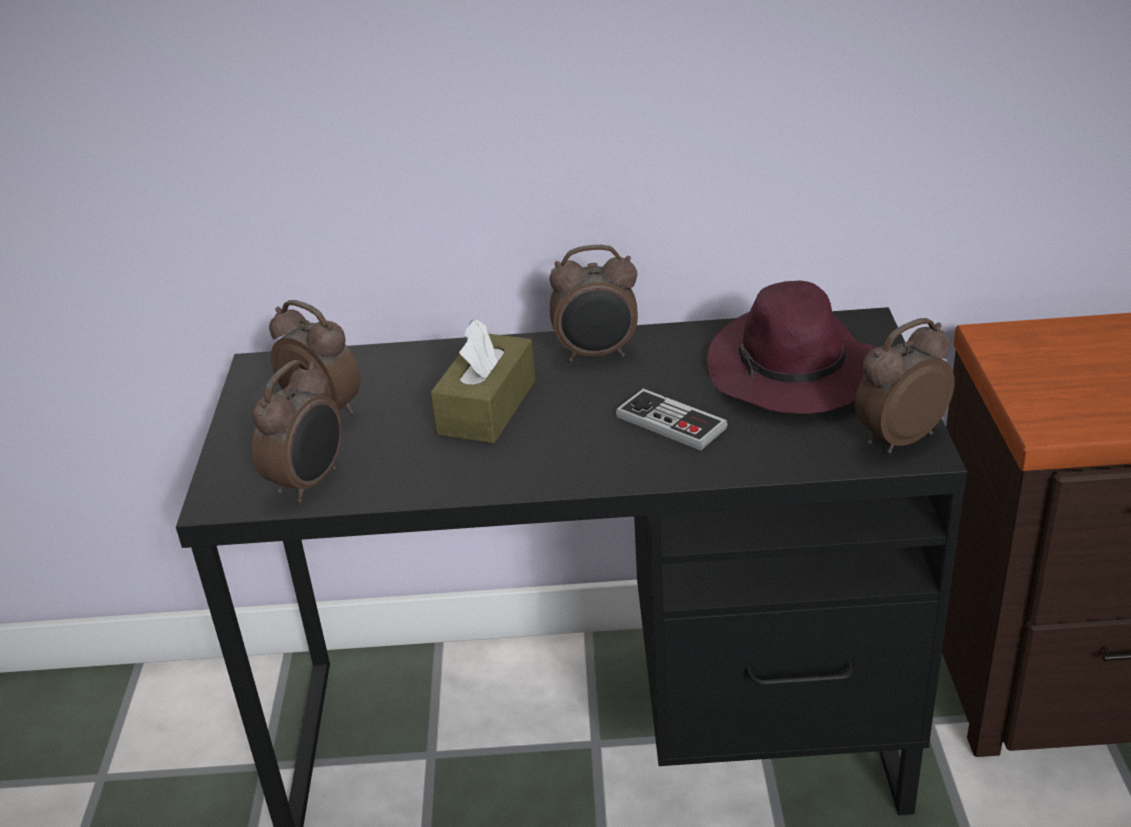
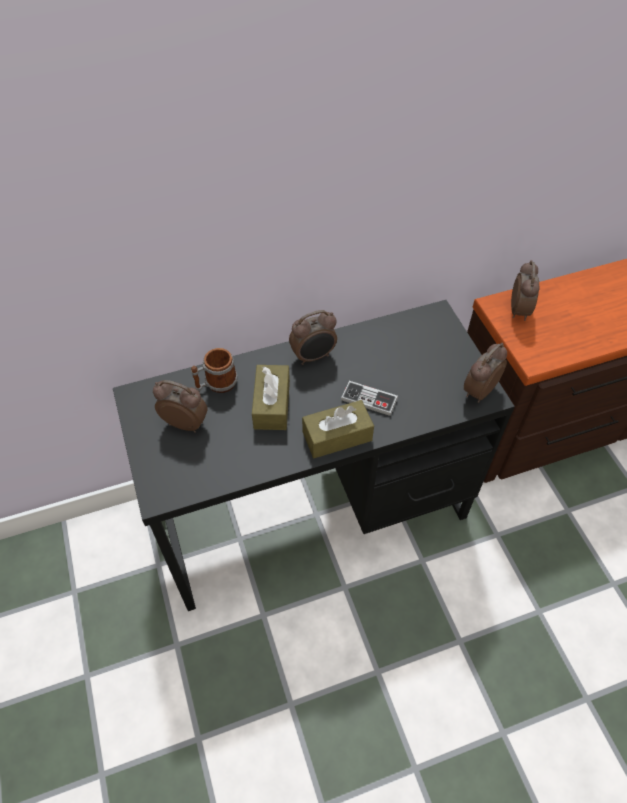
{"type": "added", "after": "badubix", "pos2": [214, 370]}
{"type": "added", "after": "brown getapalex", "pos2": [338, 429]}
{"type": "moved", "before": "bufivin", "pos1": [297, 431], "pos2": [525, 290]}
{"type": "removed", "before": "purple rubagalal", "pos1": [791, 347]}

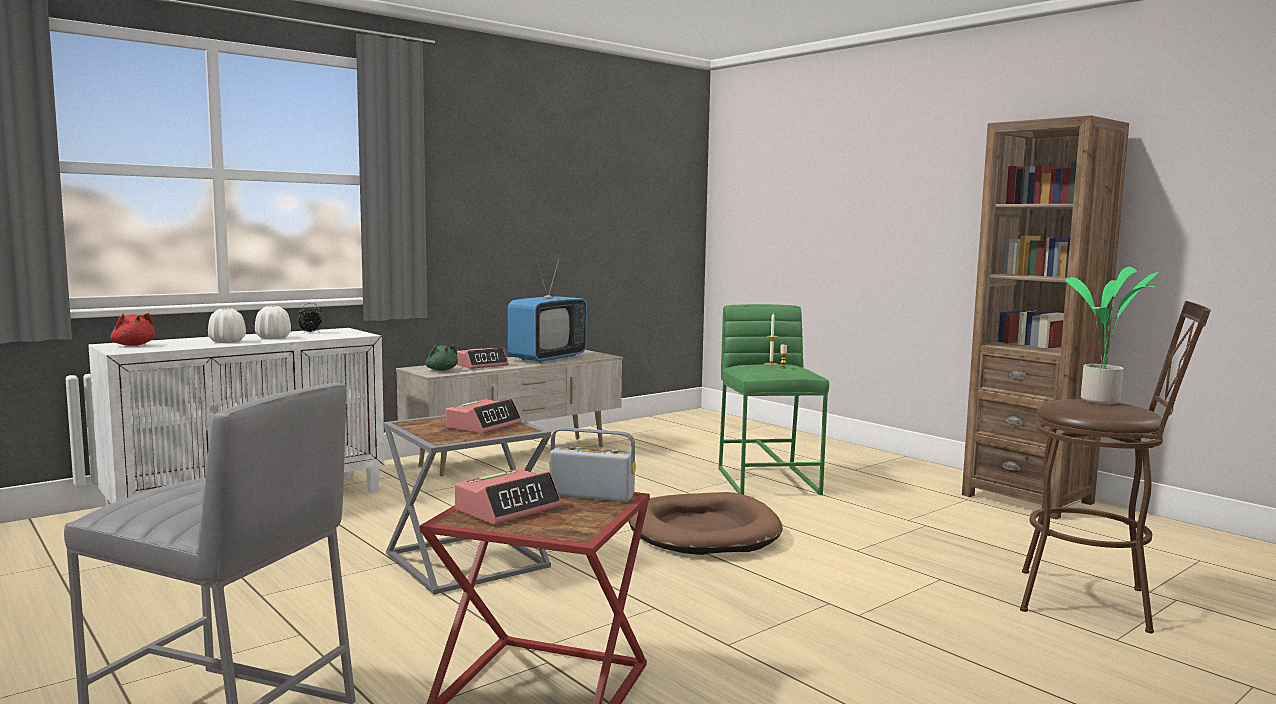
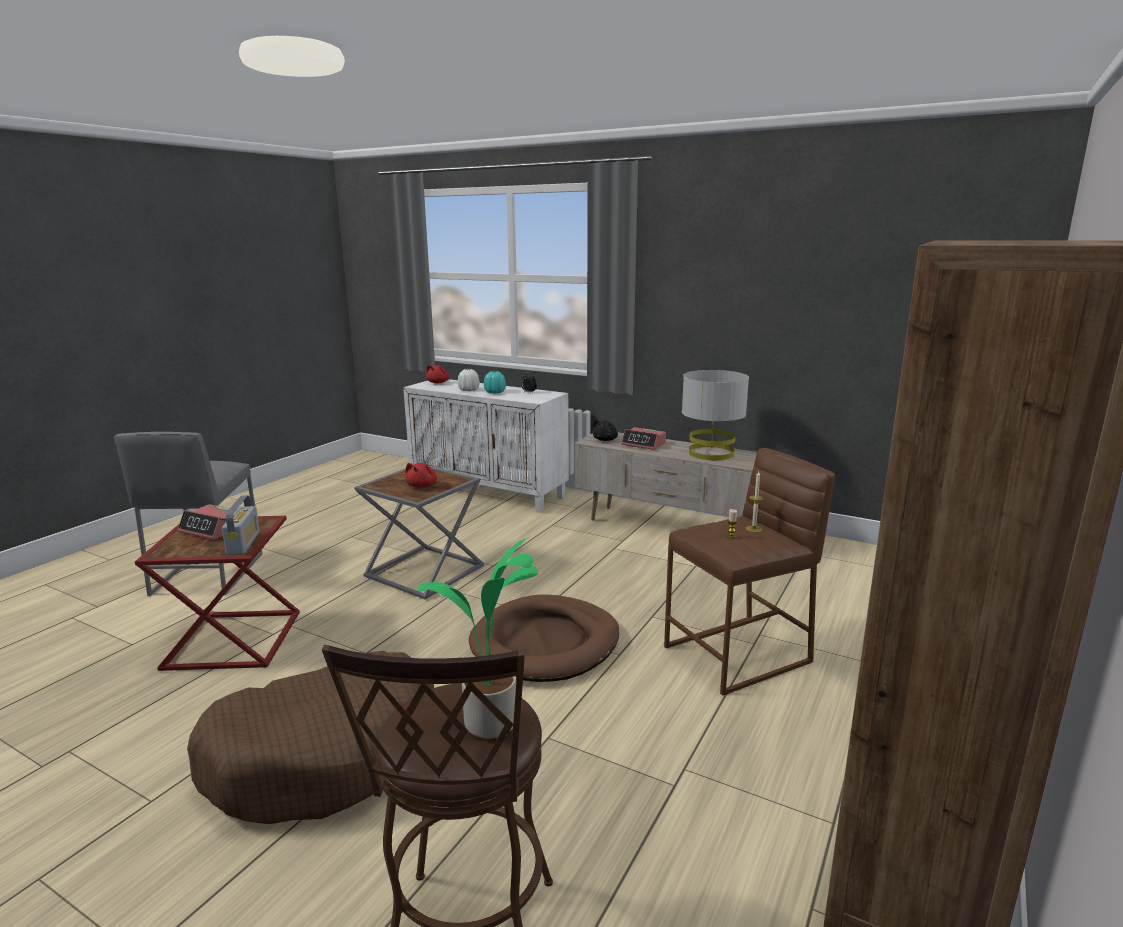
{"type": "added", "after": "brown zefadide", "pos2": [310, 737]}
{"type": "replaced", "before": "bufivin", "after": "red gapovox", "pos1": [484, 416], "pos2": [421, 475]}
{"type": "recoloured", "before": "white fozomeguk", "after": "turquoise fozomeguk", "pos1": [273, 322], "pos2": [495, 382]}
{"type": "recoloured", "before": "green gapovox", "after": "black gapovox", "pos1": [442, 357], "pos2": [605, 430]}
{"type": "recoloured", "before": "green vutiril", "after": "brown vutiril", "pos1": [773, 399], "pos2": [749, 572]}
{"type": "replaced", "before": "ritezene", "after": "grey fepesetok", "pos1": [547, 310], "pos2": [715, 415]}

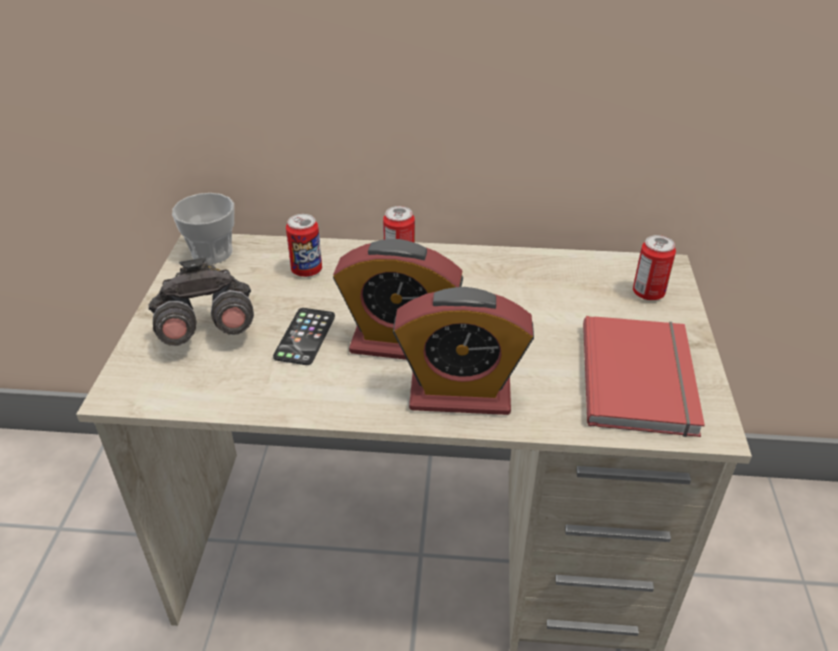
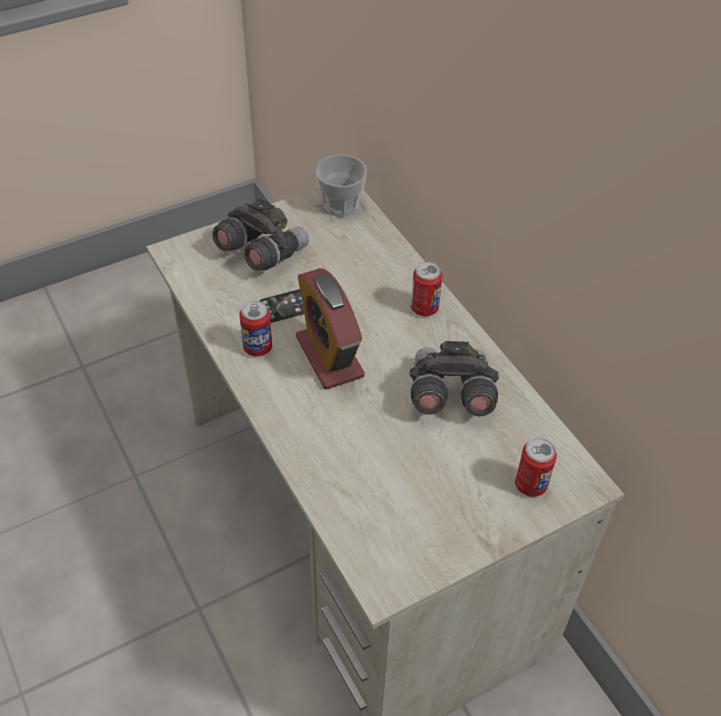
{"type": "moved", "before": "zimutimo", "pos1": [304, 245], "pos2": [255, 329]}
{"type": "added", "after": "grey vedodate", "pos2": [454, 378]}
{"type": "removed", "before": "bufivin", "pos1": [463, 351]}
{"type": "removed", "before": "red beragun", "pos1": [644, 376]}

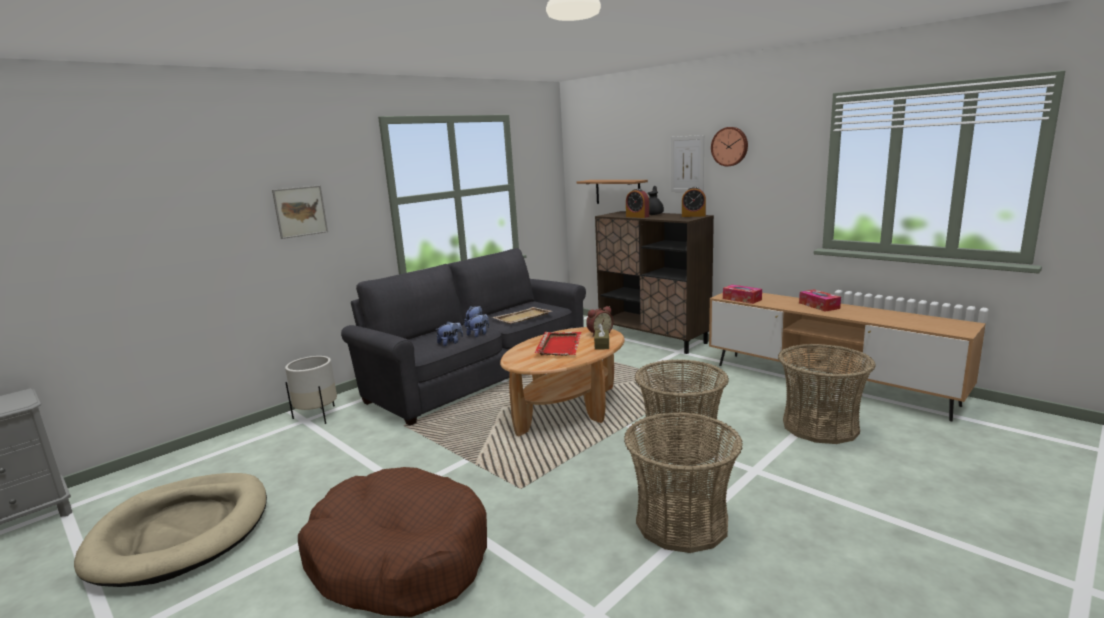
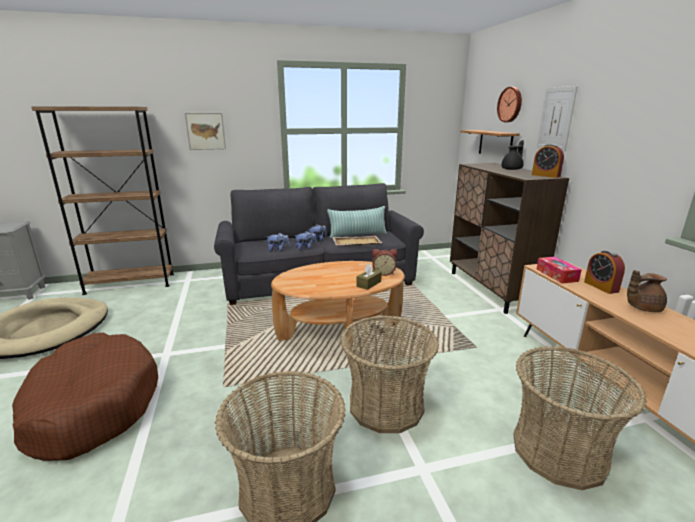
{"type": "added", "after": "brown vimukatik", "pos2": [103, 201]}
{"type": "added", "after": "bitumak", "pos2": [357, 222]}
{"type": "moved", "before": "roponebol", "pos1": [729, 146], "pos2": [509, 104]}
{"type": "moved", "before": "bufivin", "pos1": [637, 203], "pos2": [604, 272]}
{"type": "replaced", "before": "getapalex", "after": "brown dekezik", "pos1": [820, 300], "pos2": [647, 291]}
{"type": "removed", "before": "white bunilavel", "pos1": [311, 390]}
{"type": "removed", "before": "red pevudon", "pos1": [558, 344]}

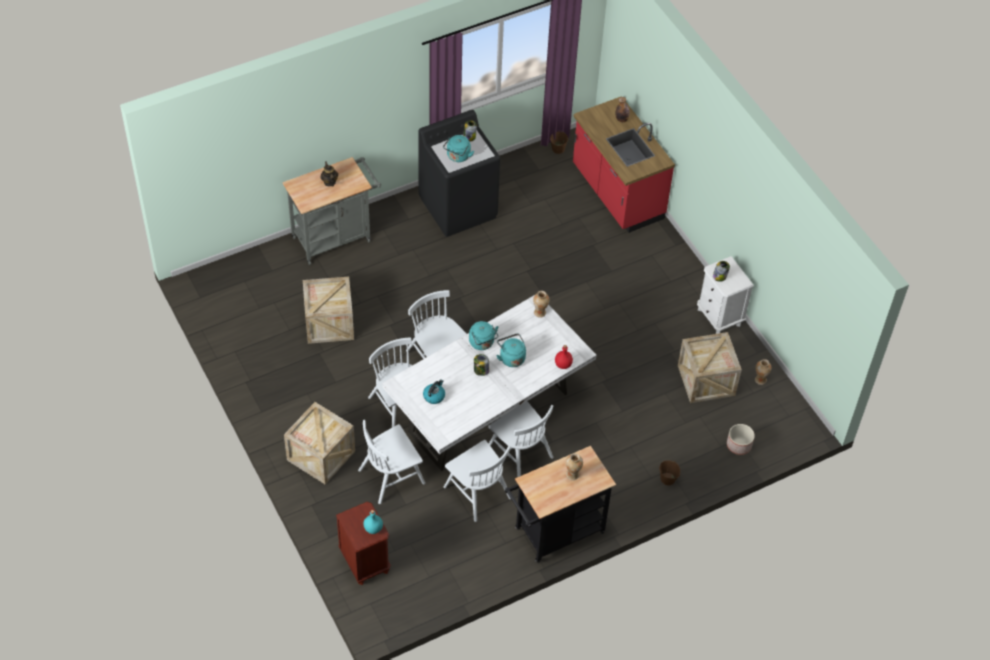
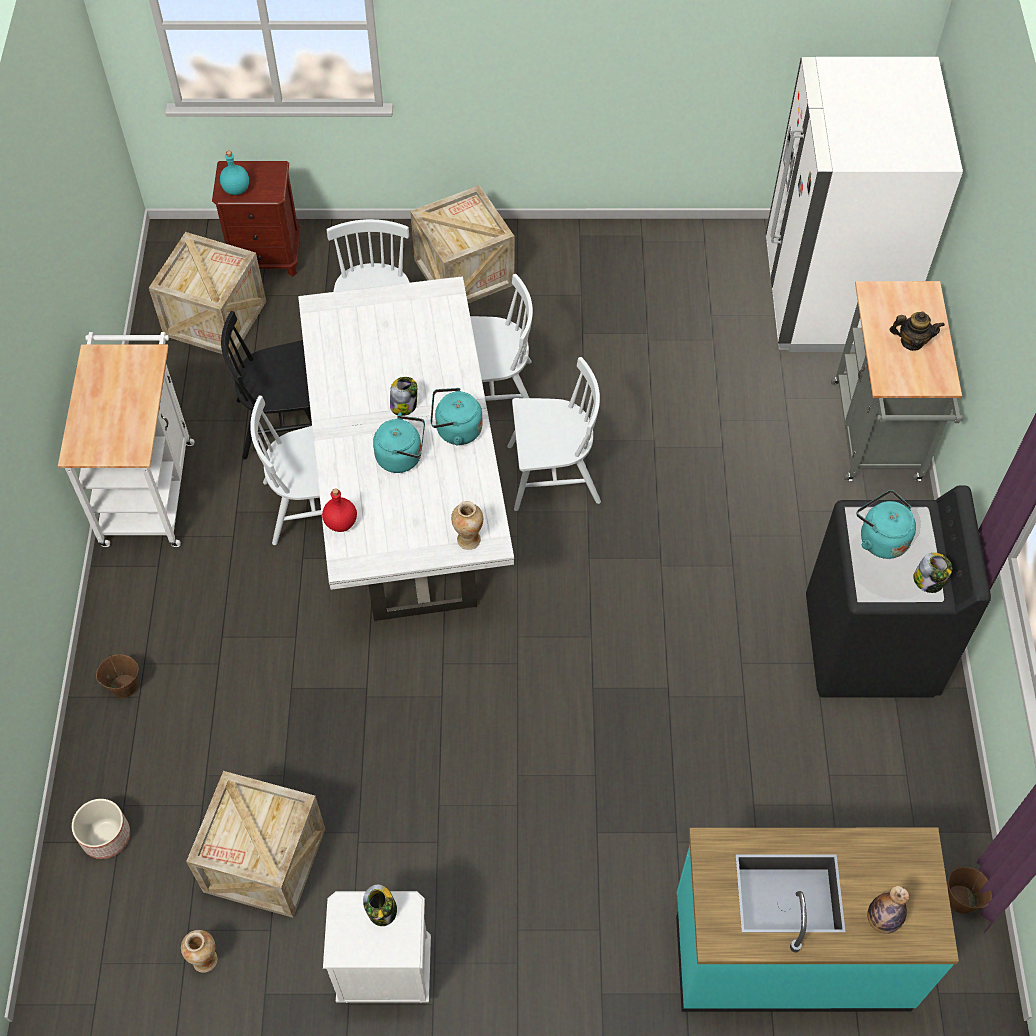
{"type": "recoloured", "before": "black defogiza", "after": "white defogiza", "pos1": [560, 504], "pos2": [126, 439]}
{"type": "moved", "before": "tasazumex", "pos1": [328, 310], "pos2": [207, 294]}
{"type": "recoloured", "before": "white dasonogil", "after": "black dasonogil", "pos1": [477, 481], "pos2": [266, 385]}
{"type": "recoloured", "before": "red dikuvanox", "after": "turquoise dikuvanox", "pos1": [624, 164], "pos2": [817, 920]}
{"type": "added", "after": "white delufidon", "pos2": [864, 204]}
{"type": "removed", "before": "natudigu", "pos1": [434, 391]}
{"type": "removed", "before": "fozomeguk", "pos1": [574, 466]}

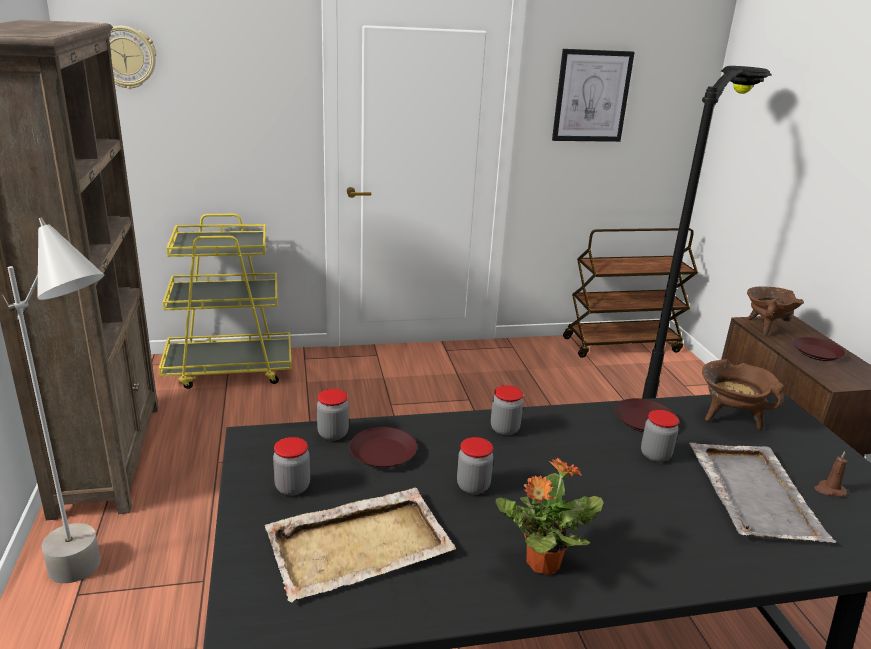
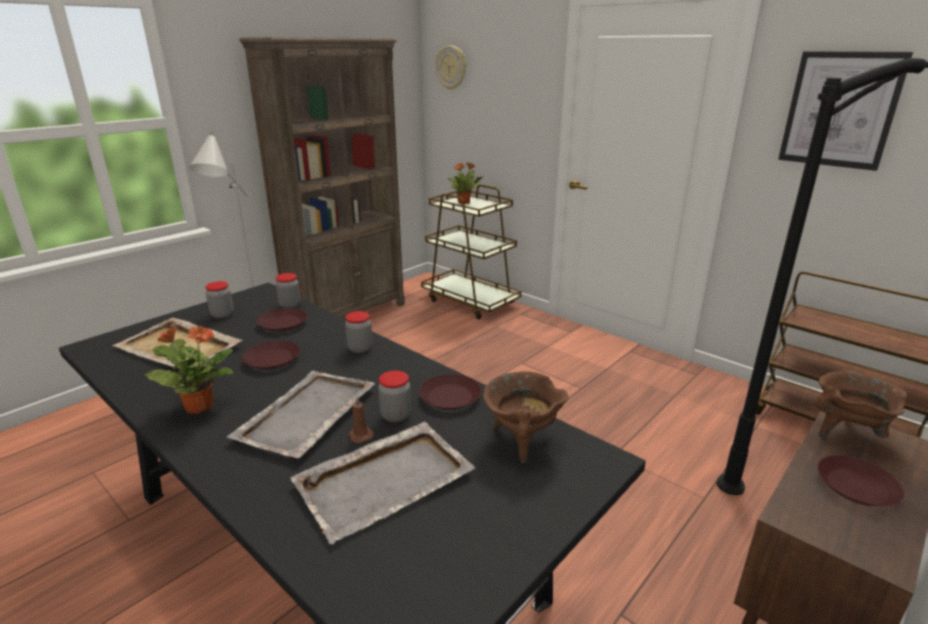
{"type": "added", "after": "grey pevudon", "pos2": [300, 415]}
{"type": "replaced", "before": "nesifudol", "after": "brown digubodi", "pos1": [475, 465], "pos2": [271, 355]}
{"type": "moved", "before": "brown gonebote", "pos1": [831, 474], "pos2": [361, 419]}
{"type": "recoloured", "before": "yellow defogiza", "after": "brown defogiza", "pos1": [225, 301], "pos2": [471, 252]}
{"type": "added", "after": "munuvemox", "pos2": [464, 183]}

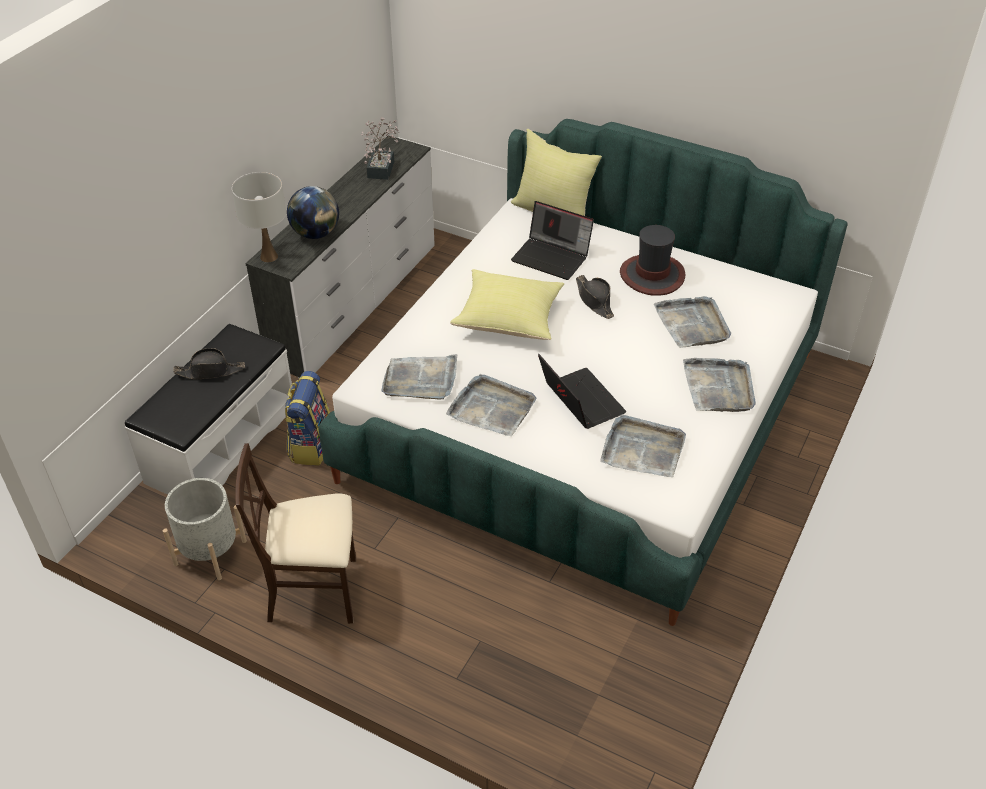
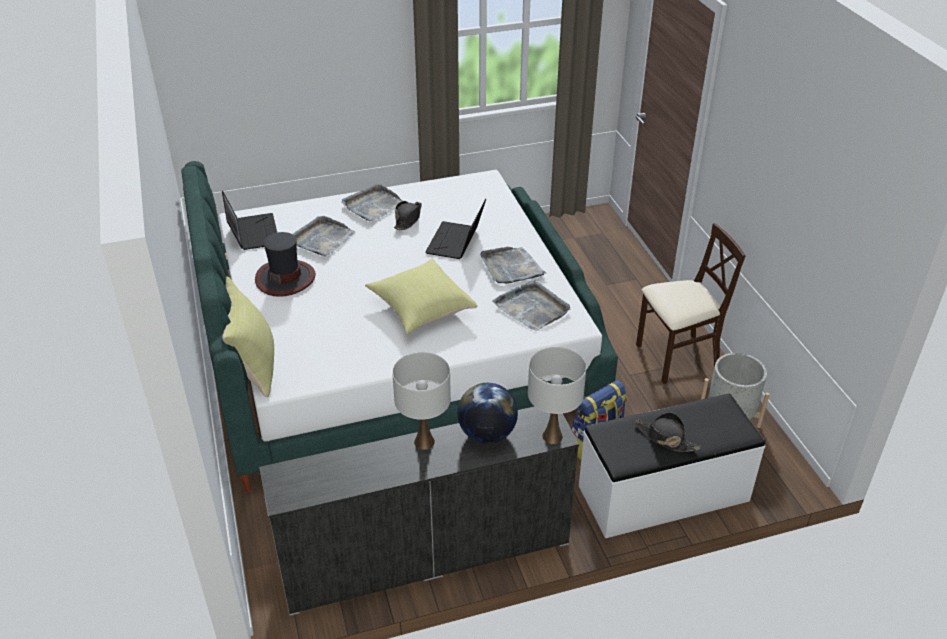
{"type": "moved", "before": "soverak", "pos1": [552, 240], "pos2": [249, 220]}
{"type": "added", "after": "white fepesetok", "pos2": [421, 401]}
{"type": "moved", "before": "black rubagalal", "pos1": [595, 297], "pos2": [408, 215]}
{"type": "turned", "before": "beige dasonogil", "pos1": [295, 533], "pos2": [691, 303], "turn": -60}
{"type": "removed", "before": "munuvemox", "pos1": [380, 148]}
{"type": "removed", "before": "grey pevudon", "pos1": [643, 446]}

